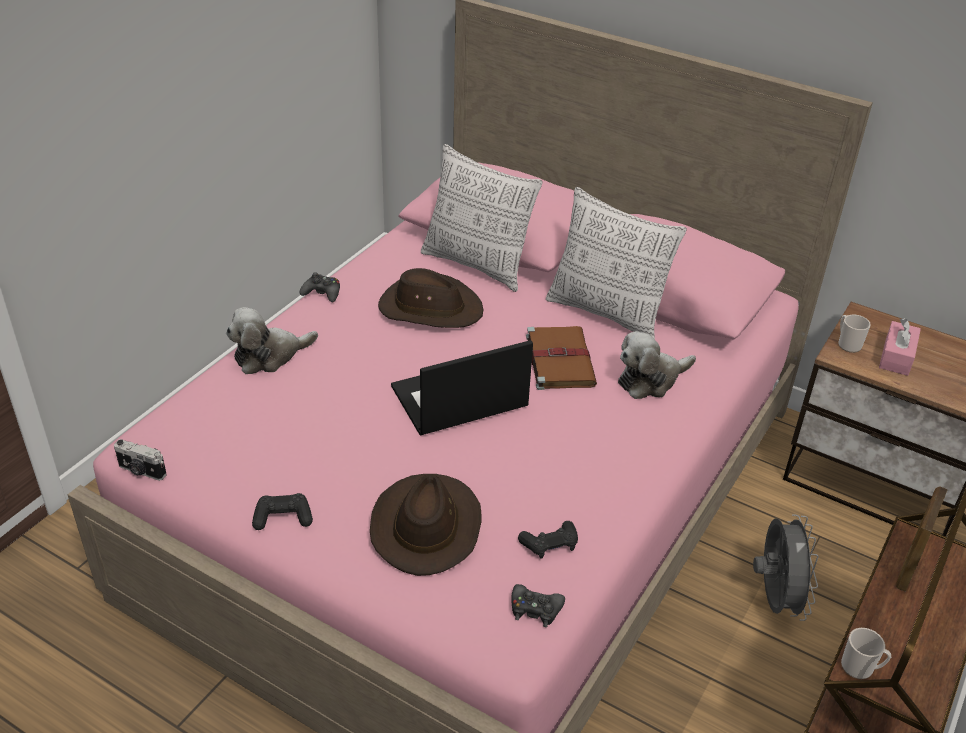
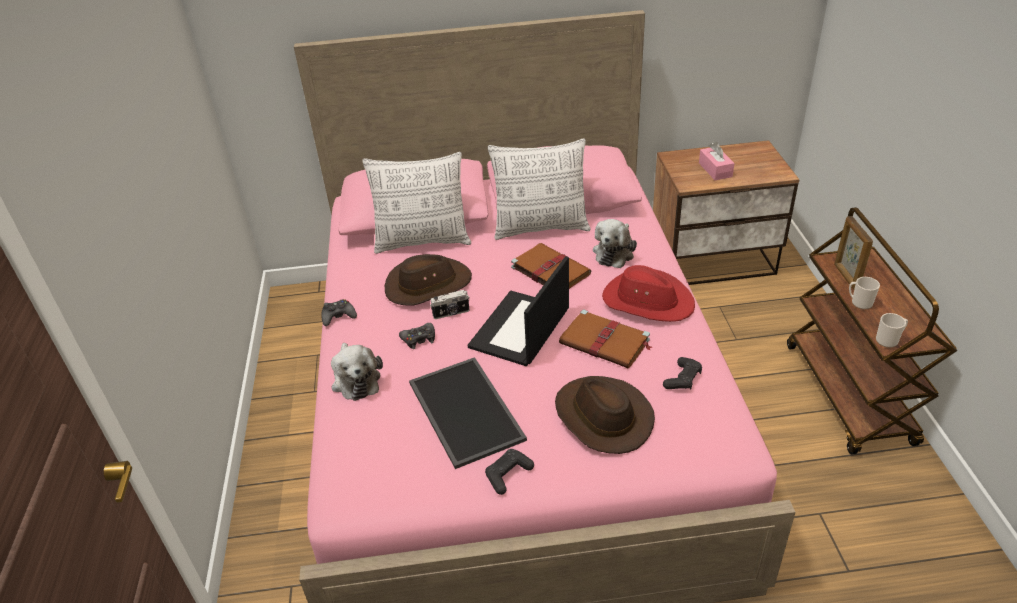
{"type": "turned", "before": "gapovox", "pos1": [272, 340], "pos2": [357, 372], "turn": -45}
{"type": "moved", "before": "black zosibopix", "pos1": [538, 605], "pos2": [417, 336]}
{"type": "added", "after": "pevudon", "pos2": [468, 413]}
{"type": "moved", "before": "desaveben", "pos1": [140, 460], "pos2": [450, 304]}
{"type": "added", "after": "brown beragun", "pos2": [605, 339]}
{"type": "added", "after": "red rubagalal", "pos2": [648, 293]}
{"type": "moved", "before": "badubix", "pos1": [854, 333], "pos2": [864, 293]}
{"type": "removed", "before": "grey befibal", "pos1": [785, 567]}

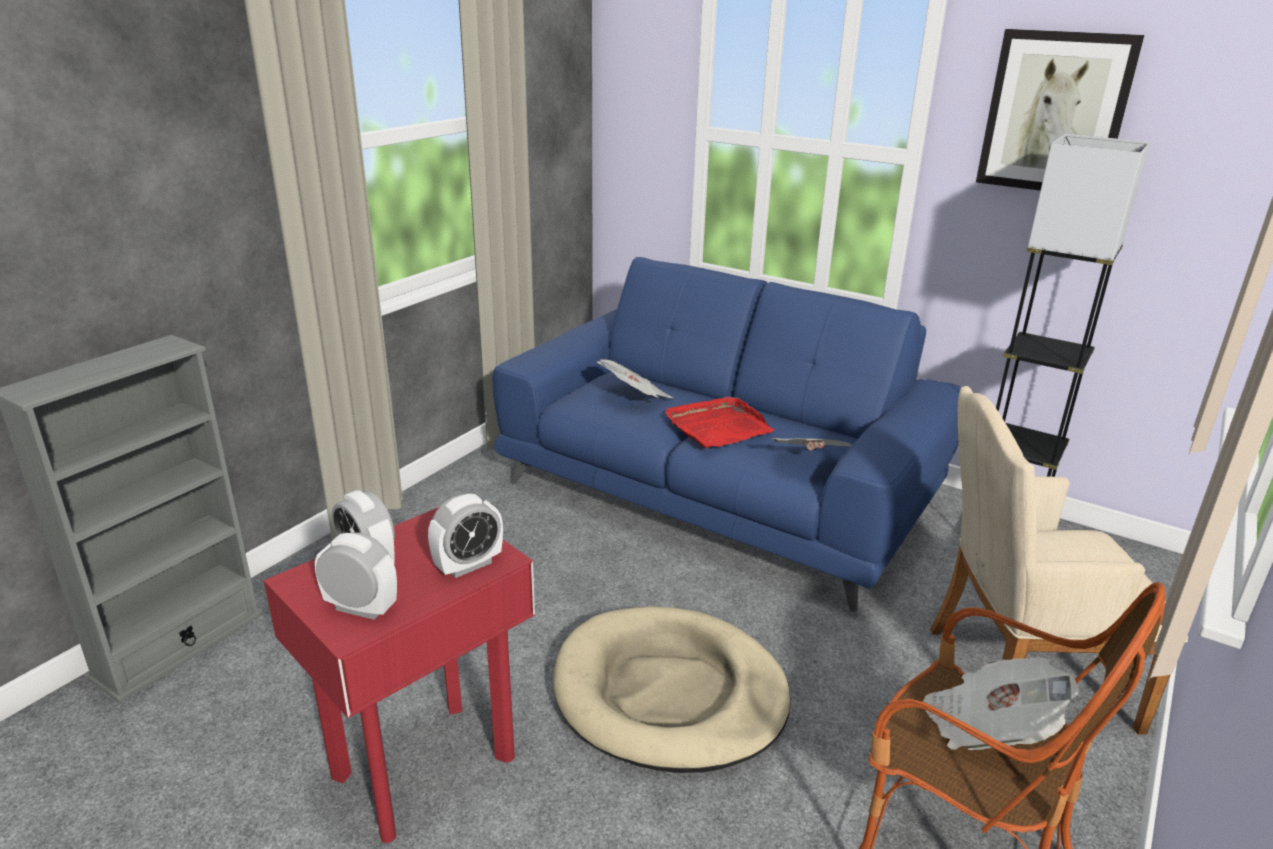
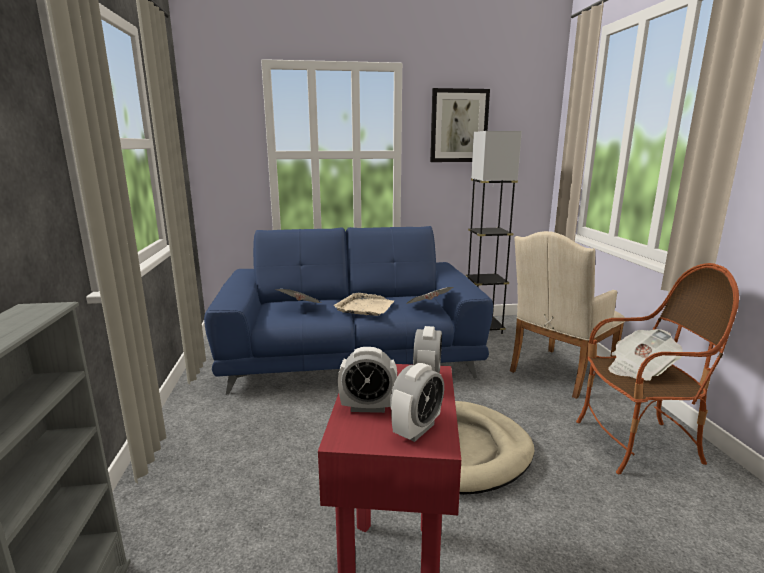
{"type": "recoloured", "before": "red pevudon", "after": "beige pevudon", "pos1": [720, 422], "pos2": [364, 304]}
{"type": "turned", "before": "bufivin", "pos1": [356, 576], "pos2": [417, 402], "turn": 150}

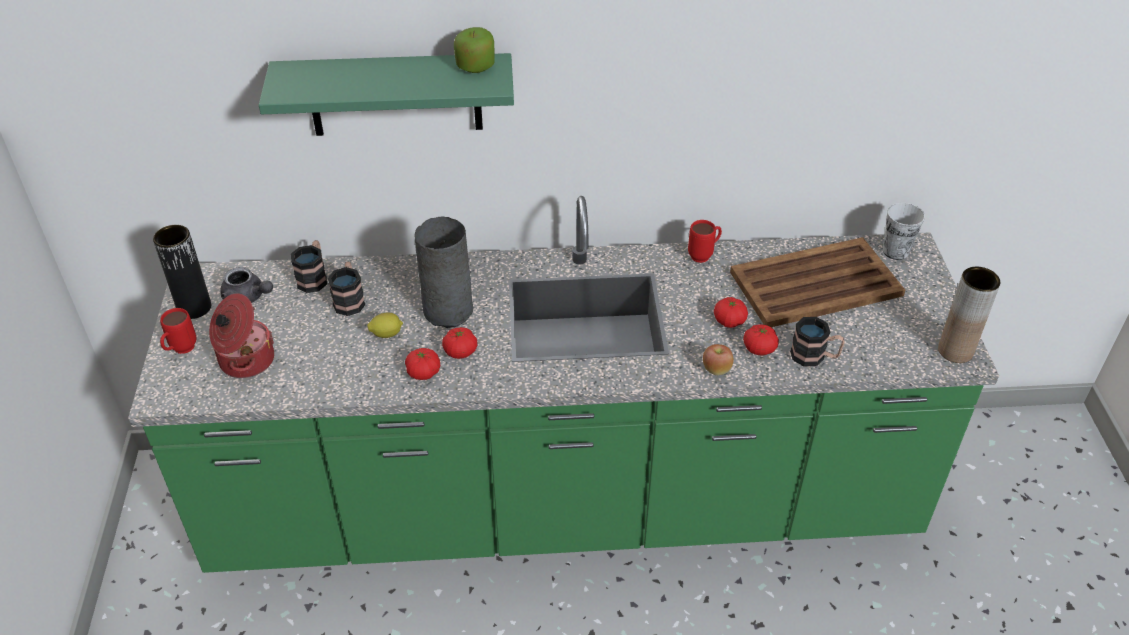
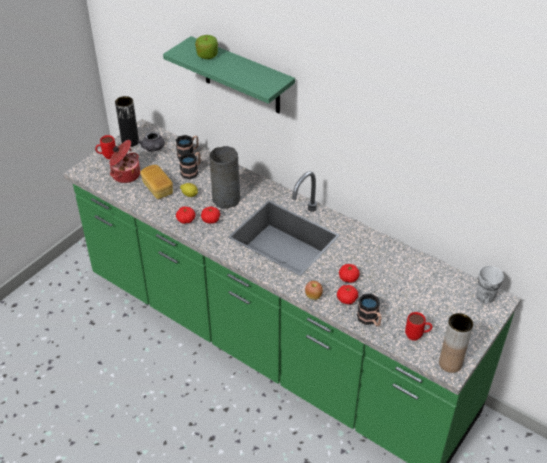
{"type": "added", "after": "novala", "pos2": [156, 182]}
{"type": "moved", "before": "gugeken", "pos1": [474, 50], "pos2": [206, 47]}
{"type": "moved", "before": "red badubix", "pos1": [705, 241], "pos2": [418, 326]}
{"type": "removed", "before": "brown pevudon", "pos1": [817, 282]}

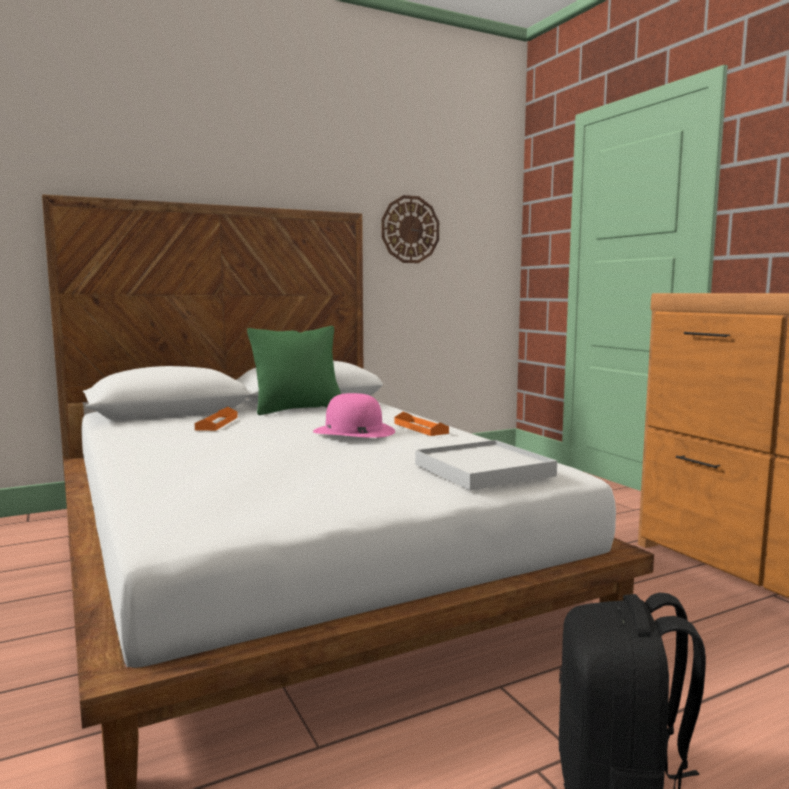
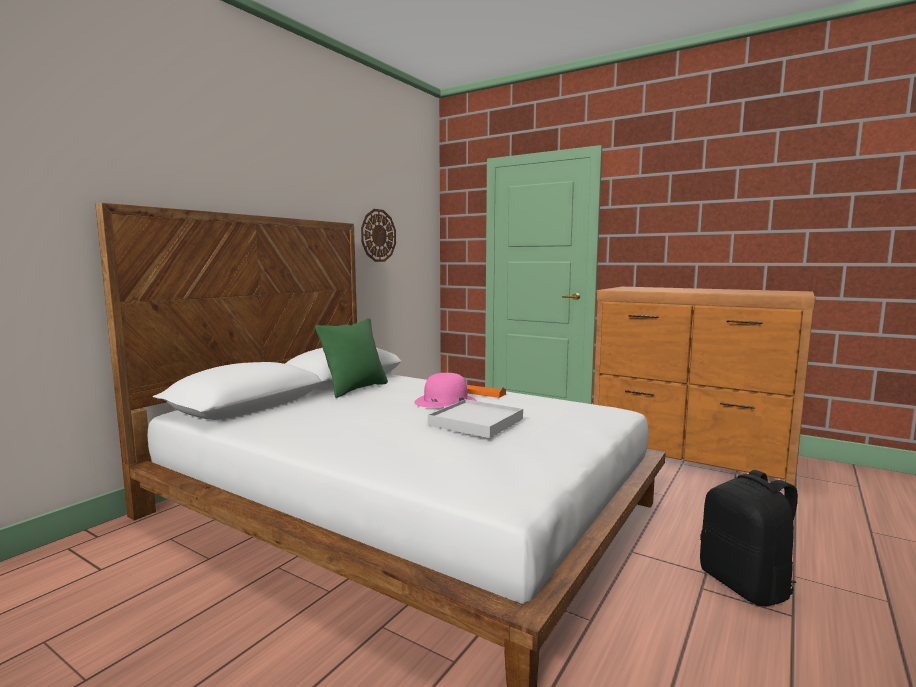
{"type": "moved", "before": "white pevudon", "pos1": [486, 465], "pos2": [475, 418]}
{"type": "removed", "before": "orange pevudon", "pos1": [216, 419]}

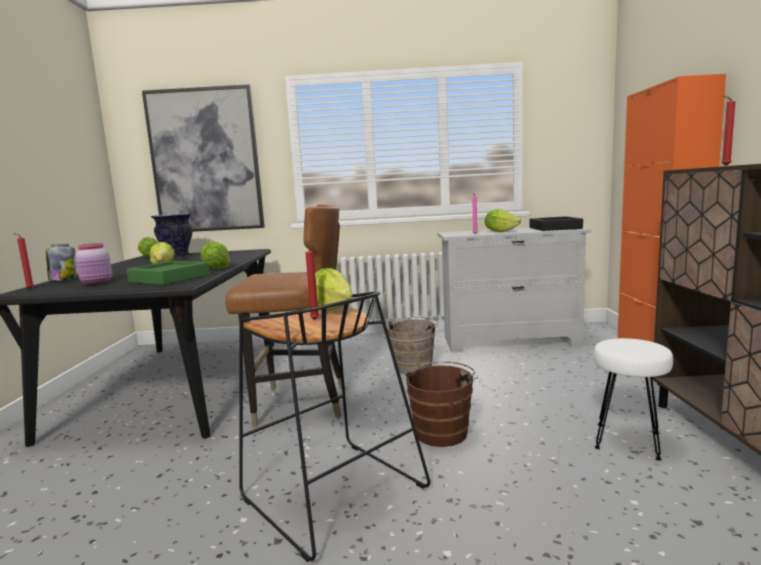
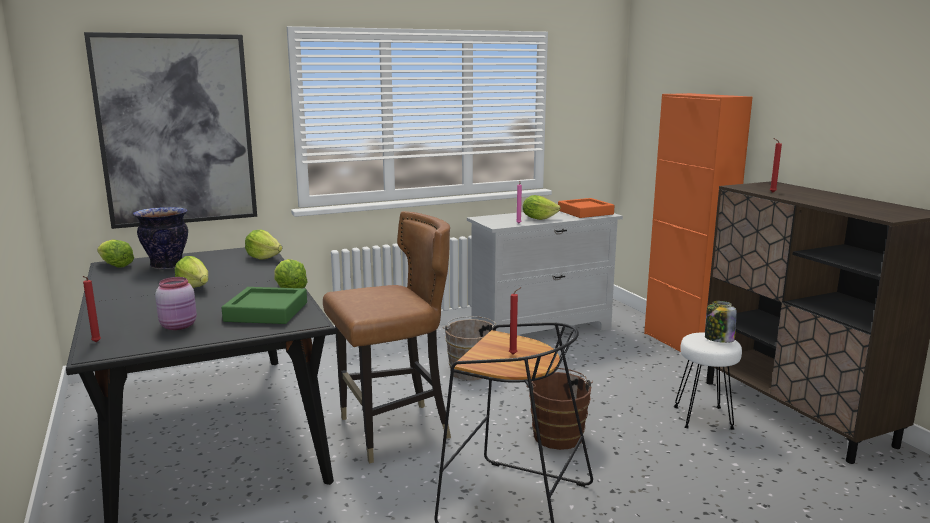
{"type": "moved", "before": "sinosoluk", "pos1": [333, 289], "pos2": [263, 245]}
{"type": "recoloured", "before": "black pevudon", "after": "orange pevudon", "pos1": [556, 223], "pos2": [586, 208]}
{"type": "moved", "before": "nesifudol", "pos1": [61, 262], "pos2": [721, 322]}

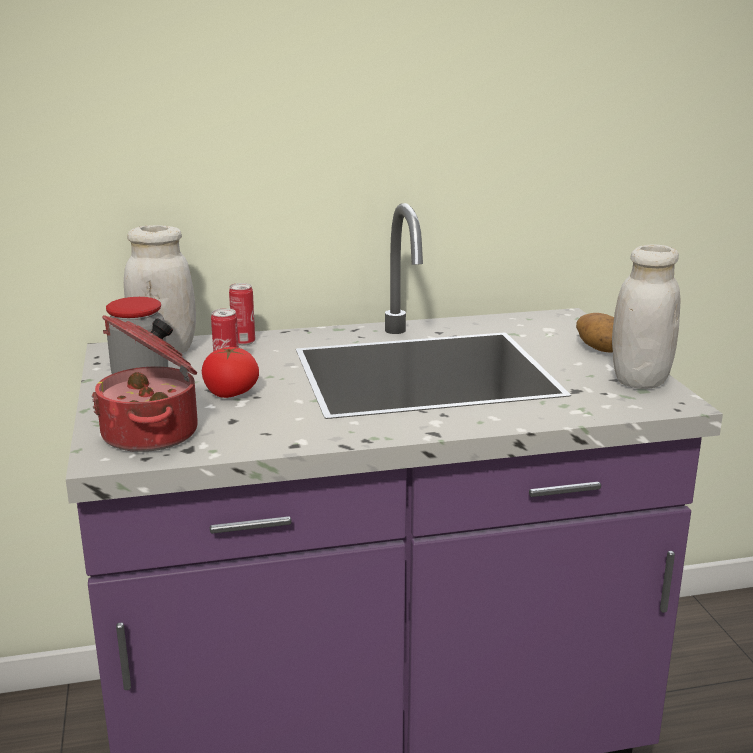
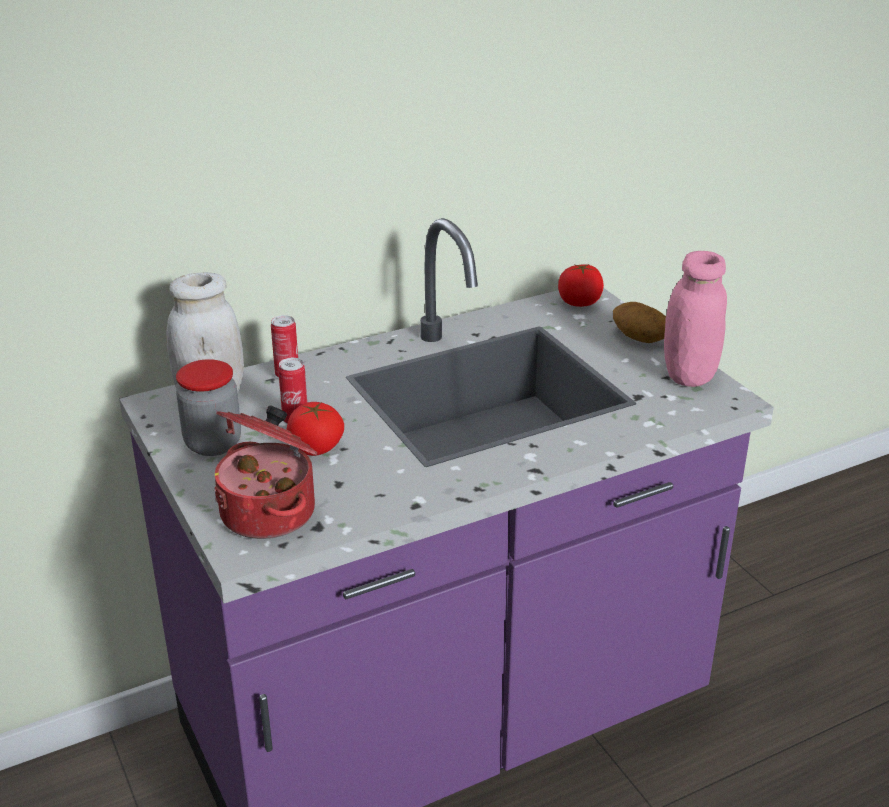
{"type": "added", "after": "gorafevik", "pos2": [581, 285]}
{"type": "recoloured", "before": "white nesifudol", "after": "pink nesifudol", "pos1": [646, 316], "pos2": [695, 319]}

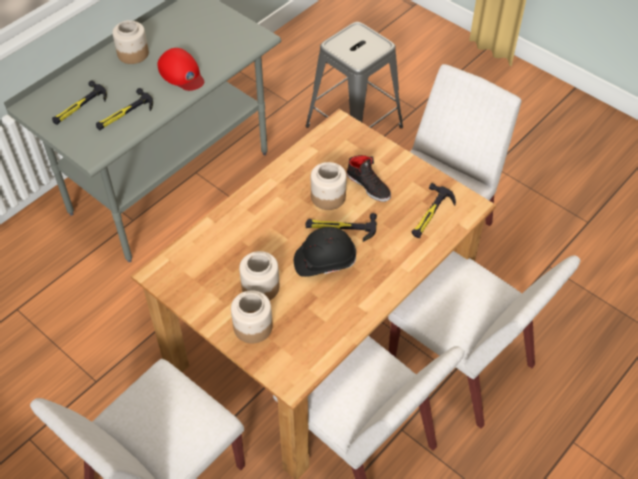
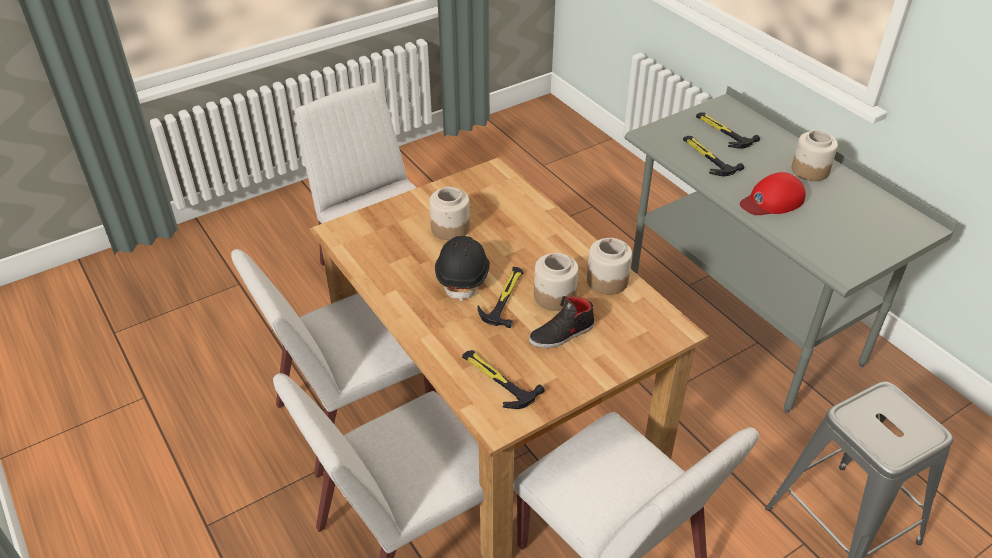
{"type": "moved", "before": "nesifudol", "pos1": [252, 316], "pos2": [609, 266]}

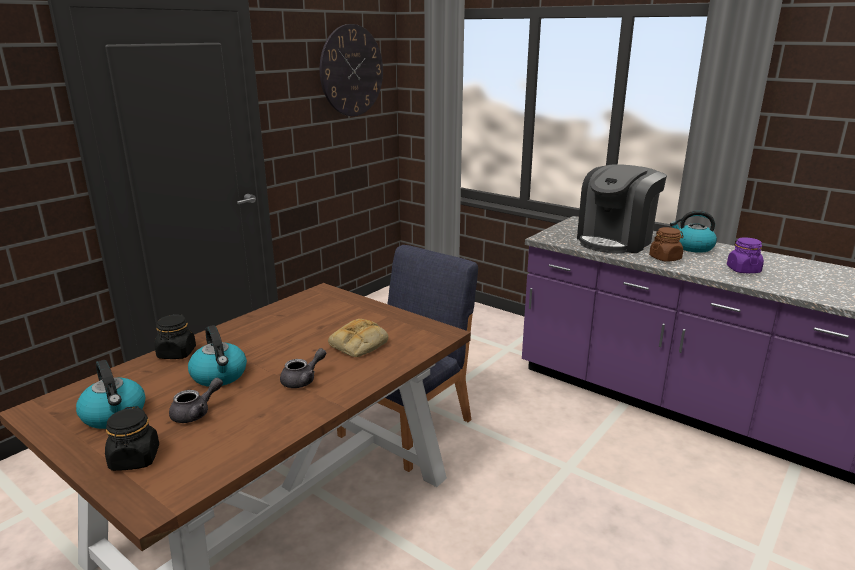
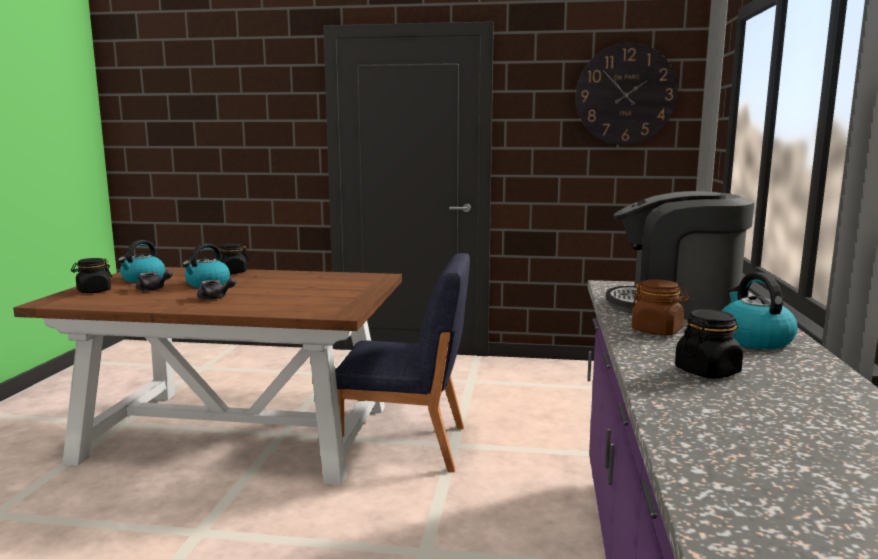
{"type": "recoloured", "before": "purple nesifudol", "after": "black nesifudol", "pos1": [745, 255], "pos2": [709, 344]}
{"type": "removed", "before": "novala", "pos1": [358, 338]}

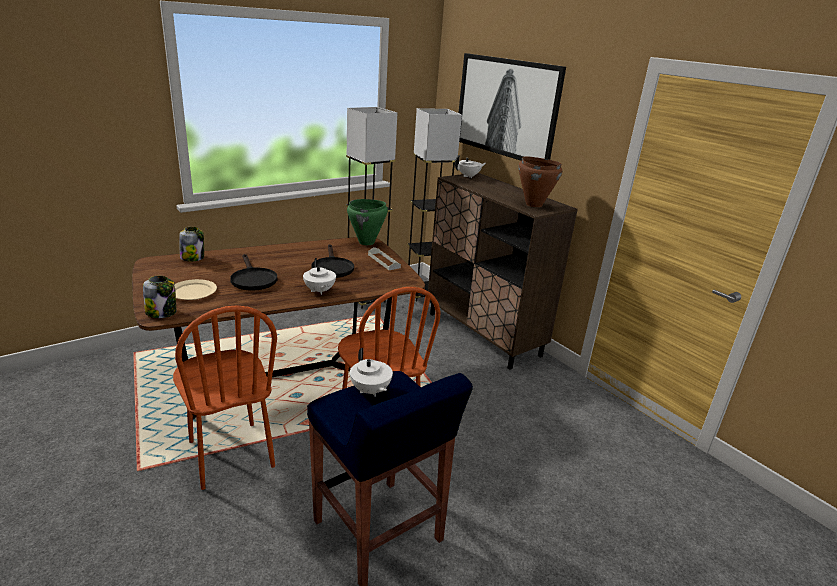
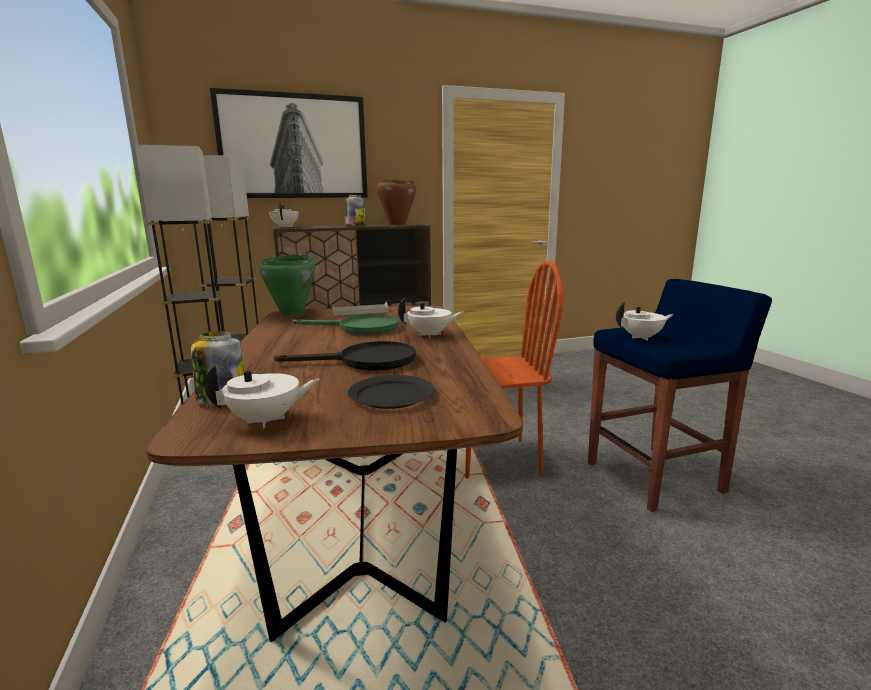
{"type": "added", "after": "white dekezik", "pos2": [262, 396]}
{"type": "recoloured", "before": "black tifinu", "after": "green tifinu", "pos1": [332, 261], "pos2": [345, 324]}
{"type": "moved", "before": "nesifudol", "pos1": [160, 297], "pos2": [355, 210]}
{"type": "recoloured", "before": "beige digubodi", "after": "black digubodi", "pos1": [196, 289], "pos2": [391, 392]}
{"type": "removed", "before": "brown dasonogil", "pos1": [225, 397]}

